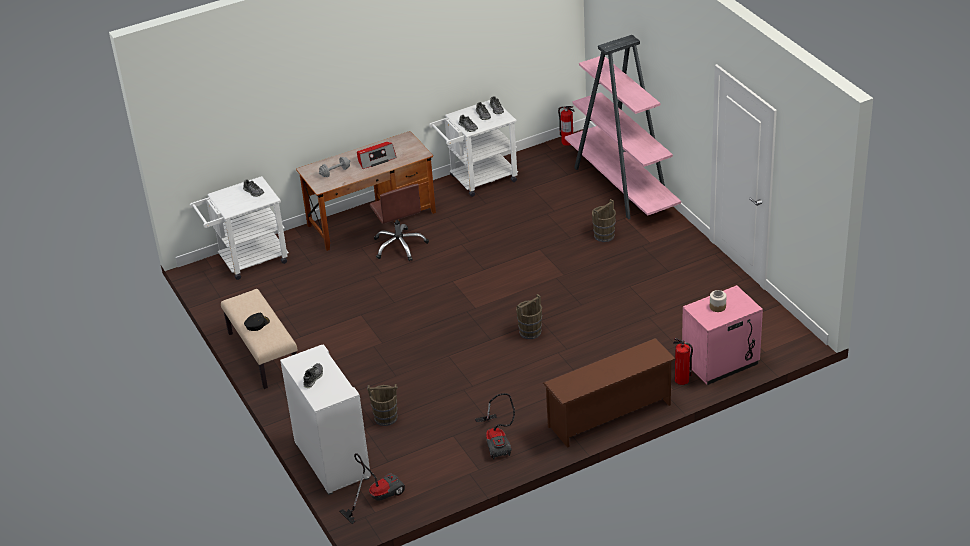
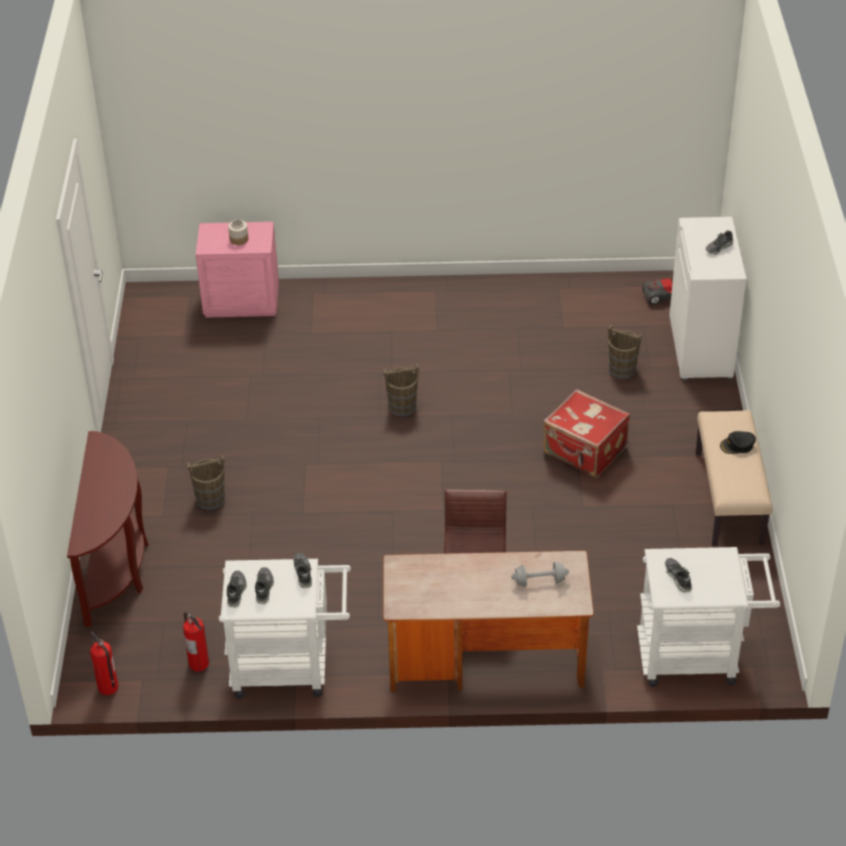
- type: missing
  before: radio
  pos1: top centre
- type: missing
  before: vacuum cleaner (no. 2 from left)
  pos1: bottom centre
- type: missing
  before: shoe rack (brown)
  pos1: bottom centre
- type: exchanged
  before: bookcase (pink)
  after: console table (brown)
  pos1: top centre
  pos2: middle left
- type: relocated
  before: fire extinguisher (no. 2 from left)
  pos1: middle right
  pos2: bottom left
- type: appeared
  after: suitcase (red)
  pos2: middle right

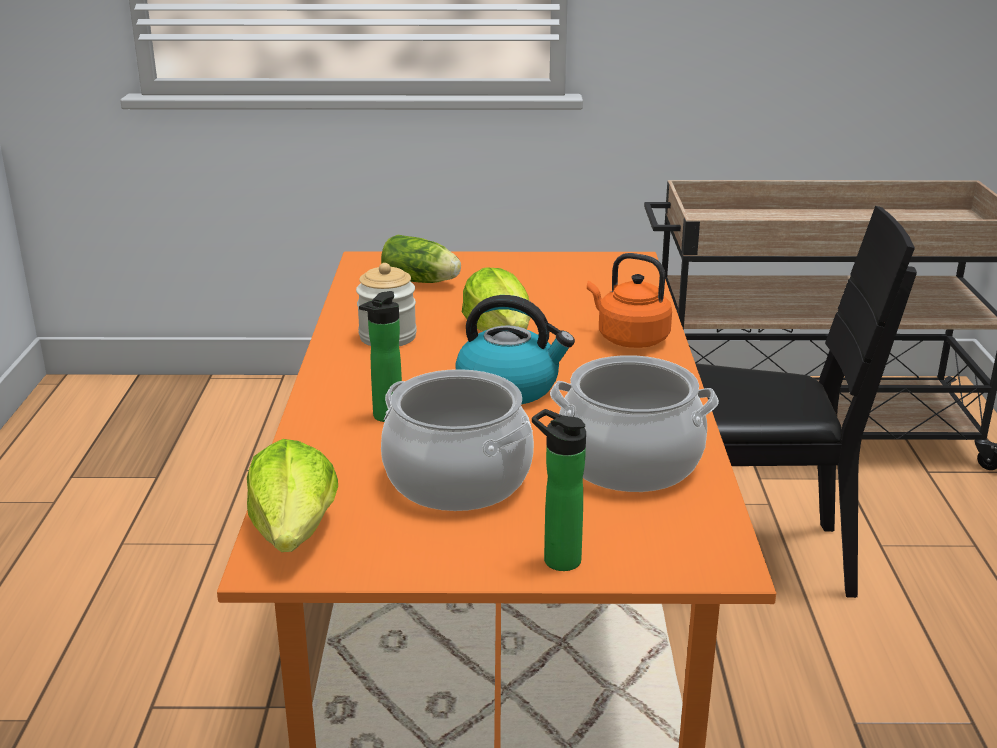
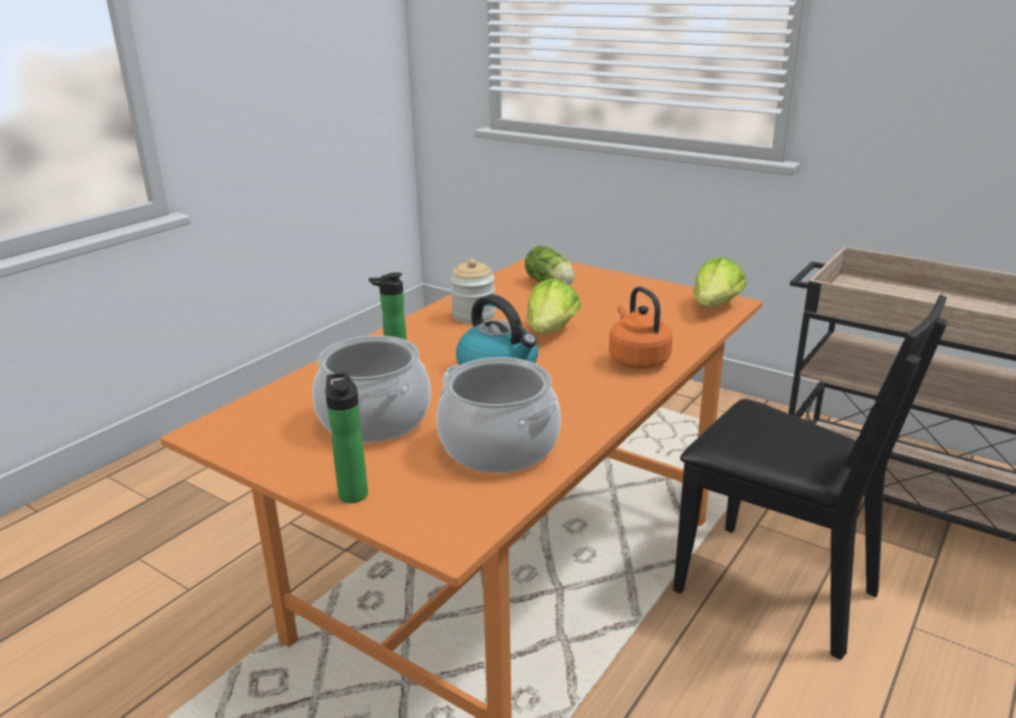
- type: relocated
  before: lettuce (no. 1 from left in the first image)
  after: lettuce (no. 3 from left)
  pos1: middle left
  pos2: middle right

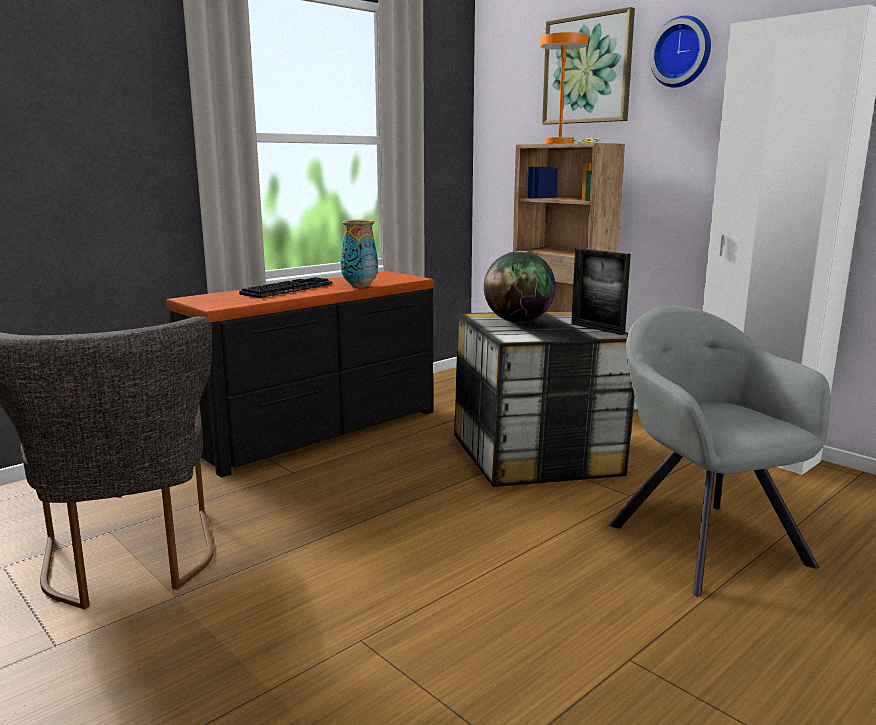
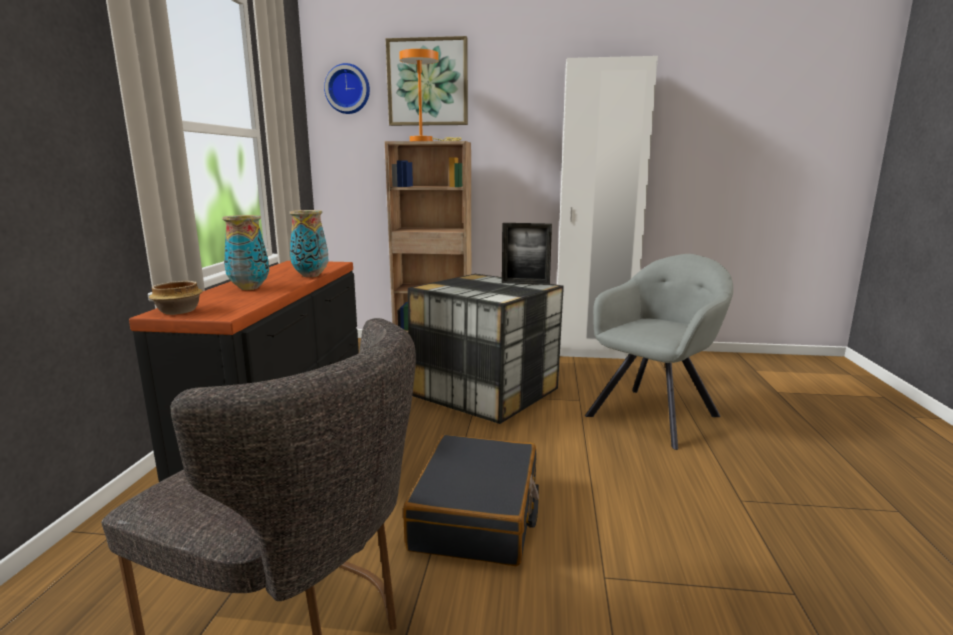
- type: exchanged
  before: keyboard
  after: vase (no. 1 from left)
  pos1: middle left
  pos2: middle left
- type: missing
  before: globe
  pos1: centre
- type: spun
  before: armchair (grey)
  pos1: middle right
  pos2: middle right
  turn: 105
- type: relocated
  before: wall clock
  pos1: top right
  pos2: top centre
- type: appeared
  after: bowl
  pos2: middle left
- type: appeared
  after: suitcase (black)
  pos2: bottom centre

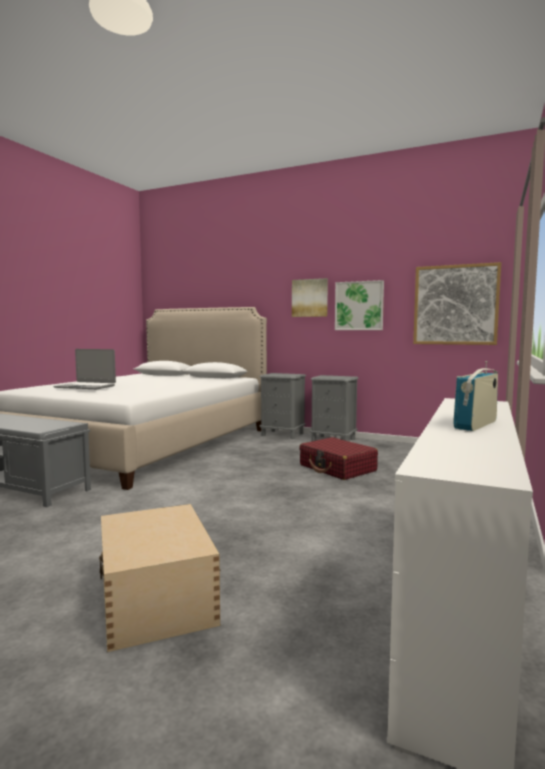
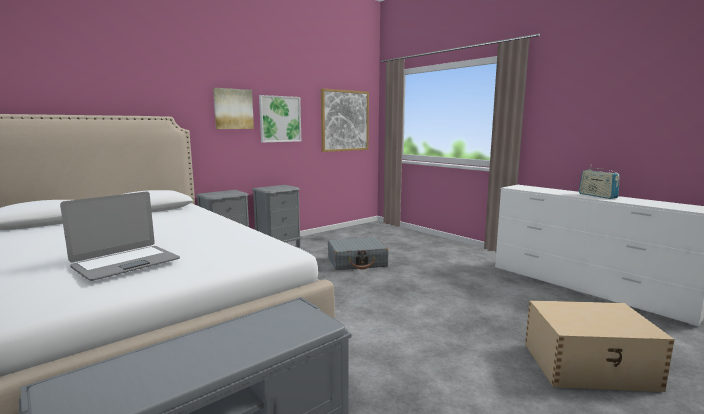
- type: colour
  before: suitcase (red)
  after: suitcase (grey)
  pos1: centre
  pos2: centre

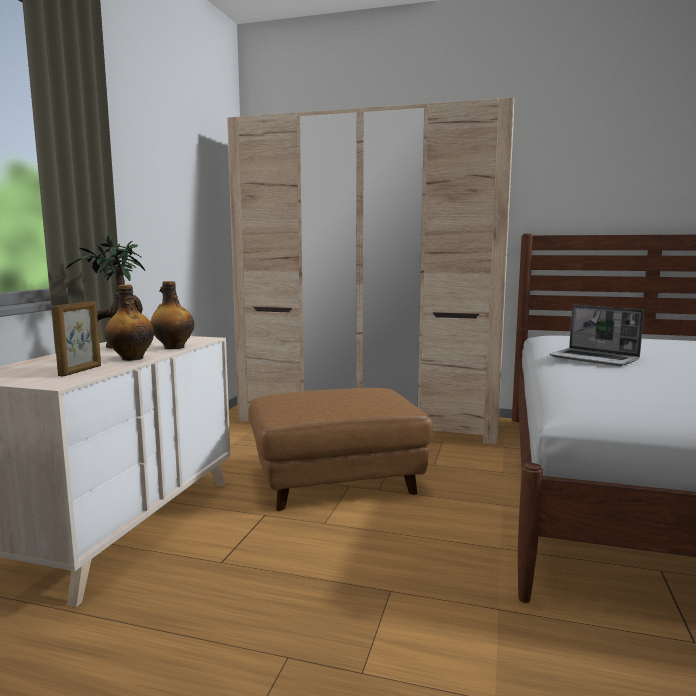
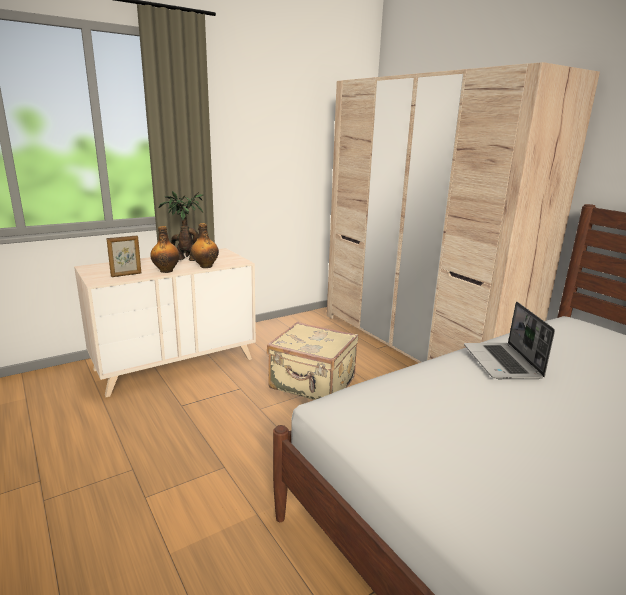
- type: exchanged
  before: ottoman (brown)
  after: suitcase (beige)
  pos1: centre
  pos2: centre

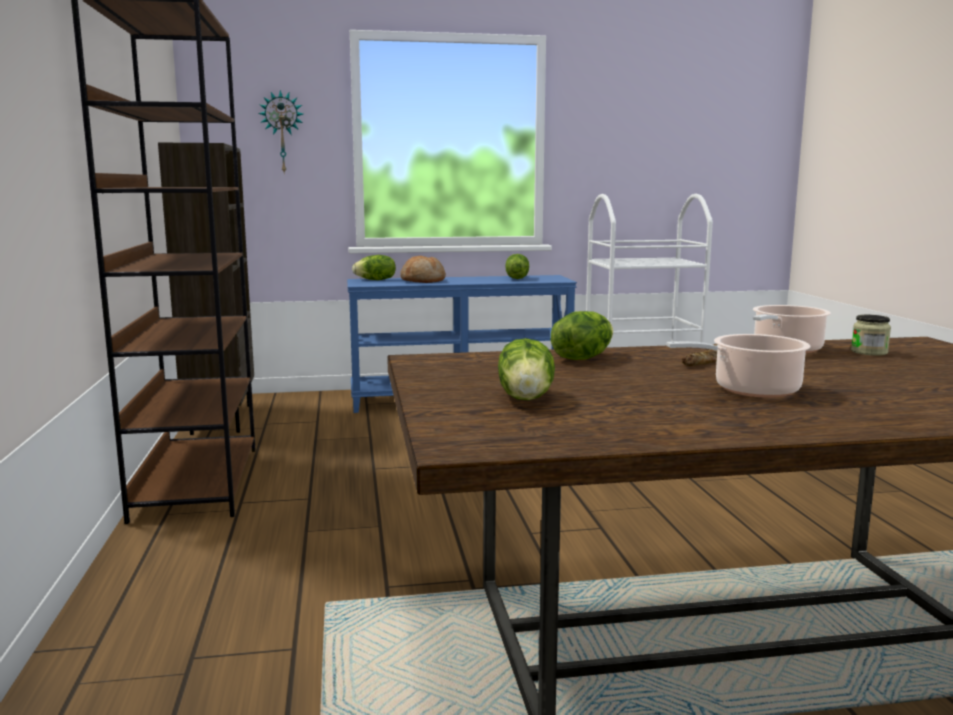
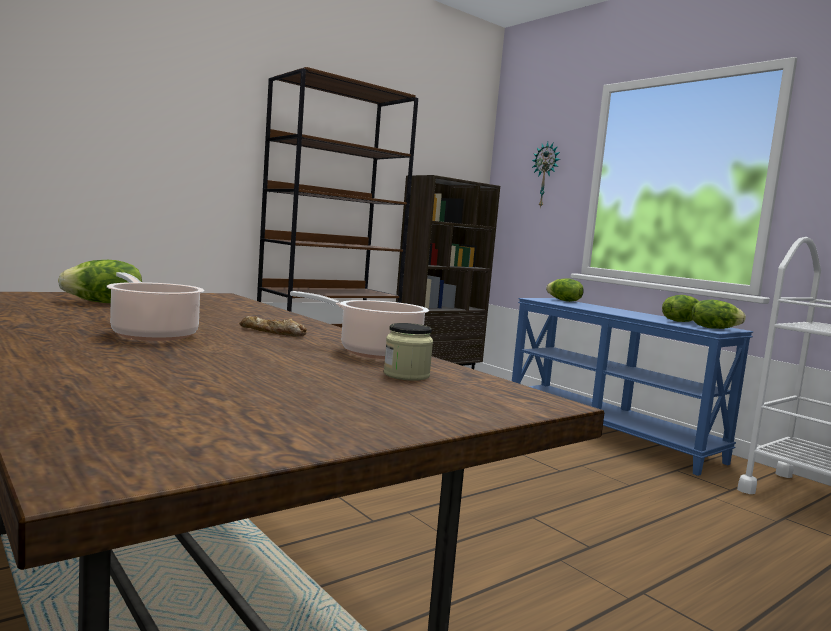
- type: missing
  before: bread (no. 1 from left)
  pos1: centre
- type: relocated
  before: lettuce (no. 4 from left)
  pos1: centre
  pos2: middle right

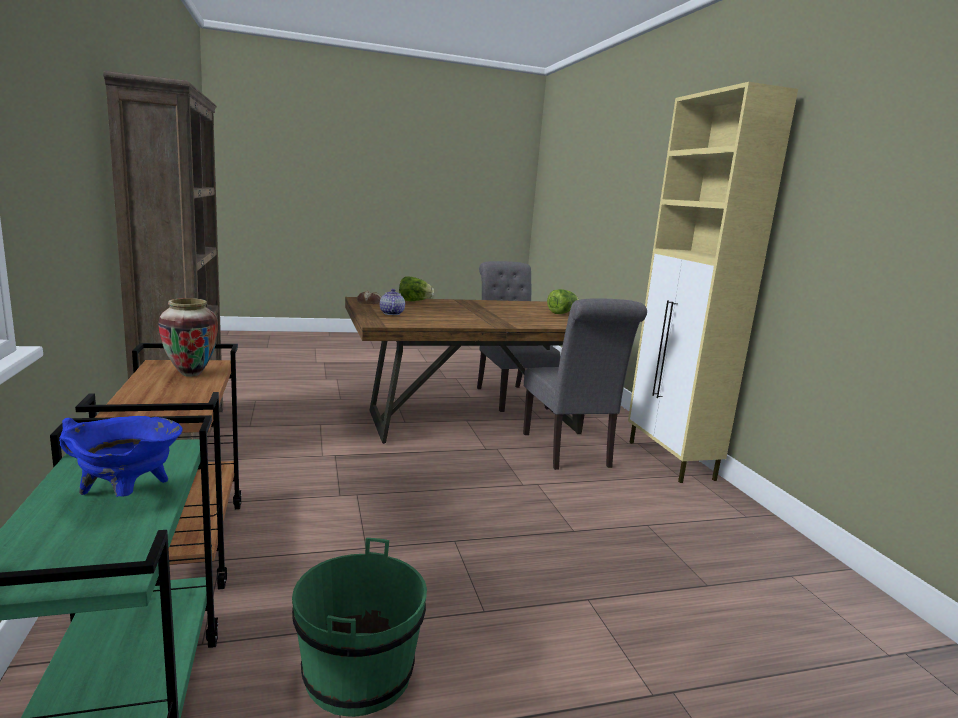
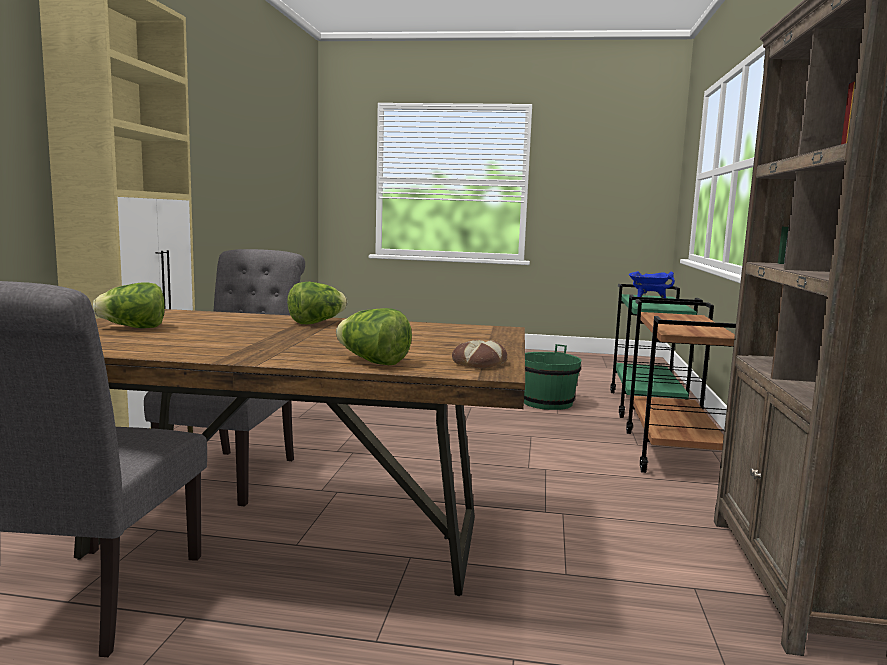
- type: missing
  before: vase
  pos1: middle left
- type: missing
  before: teapot
  pos1: centre
- type: appeared
  after: lettuce (no. 2 from left)
  pos2: centre

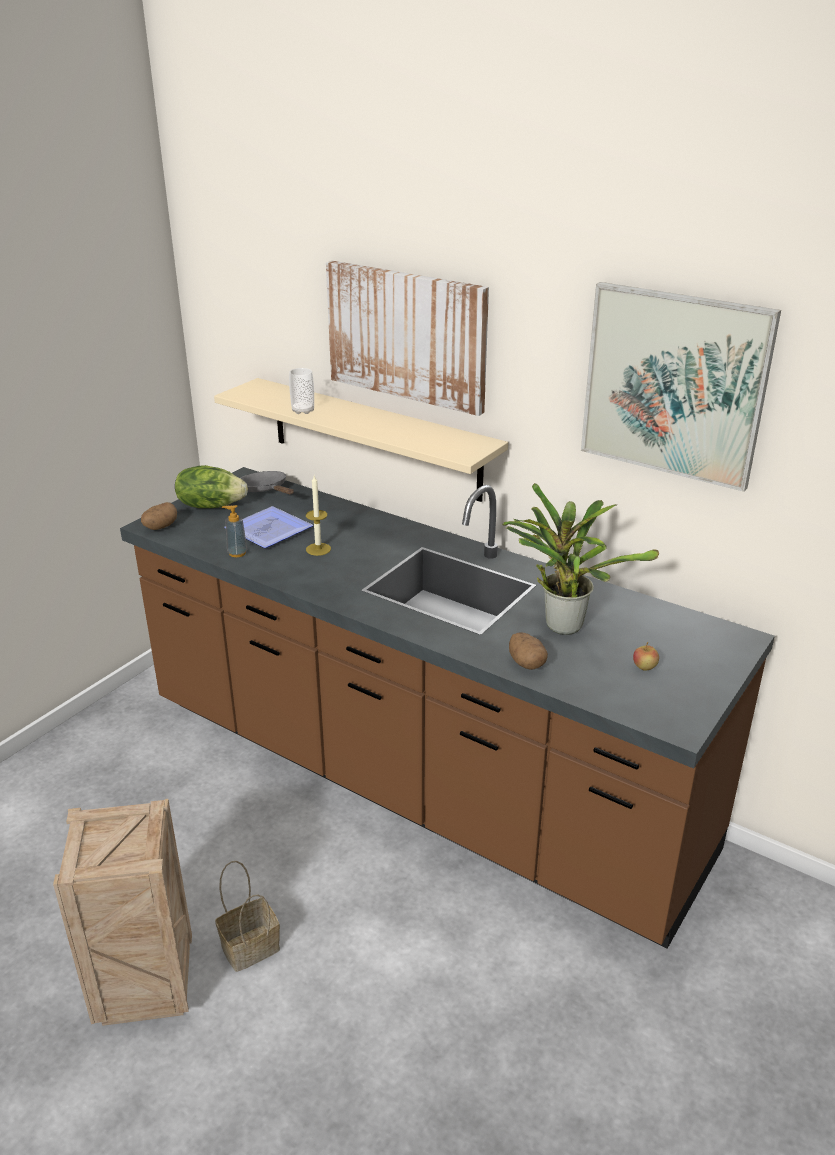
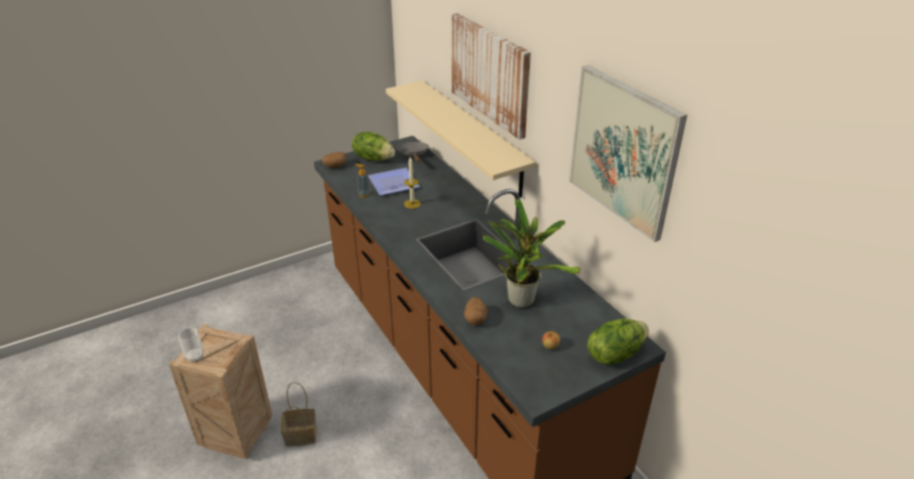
- type: relocated
  before: cup
  pos1: centre
  pos2: bottom left
- type: appeared
  after: lettuce (no. 2 from left)
  pos2: bottom right

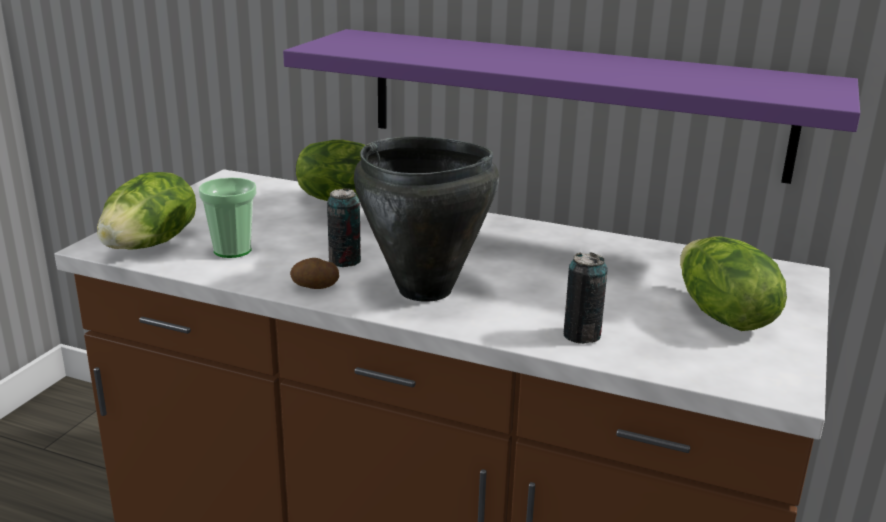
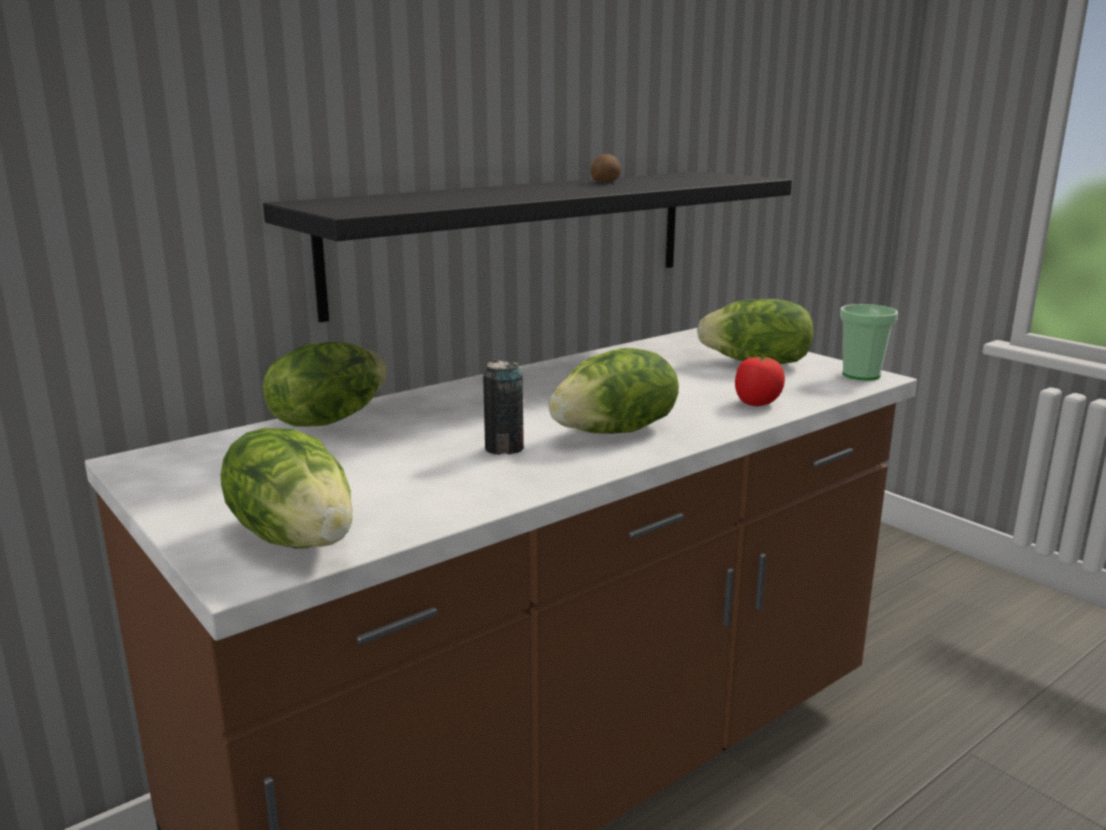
- type: relocated
  before: cup
  pos1: middle left
  pos2: middle right
- type: colour
  before: shelf (purple)
  after: shelf (black)
  pos1: top centre
  pos2: top centre
- type: relocated
  before: potato
  pos1: centre
  pos2: top centre
- type: exchanged
  before: cooking pot (black)
  after: lettuce (no. 3 from left)
  pos1: centre
  pos2: centre
- type: exchanged
  before: can (no. 2 from left)
  after: tomato
  pos1: centre
  pos2: middle right

